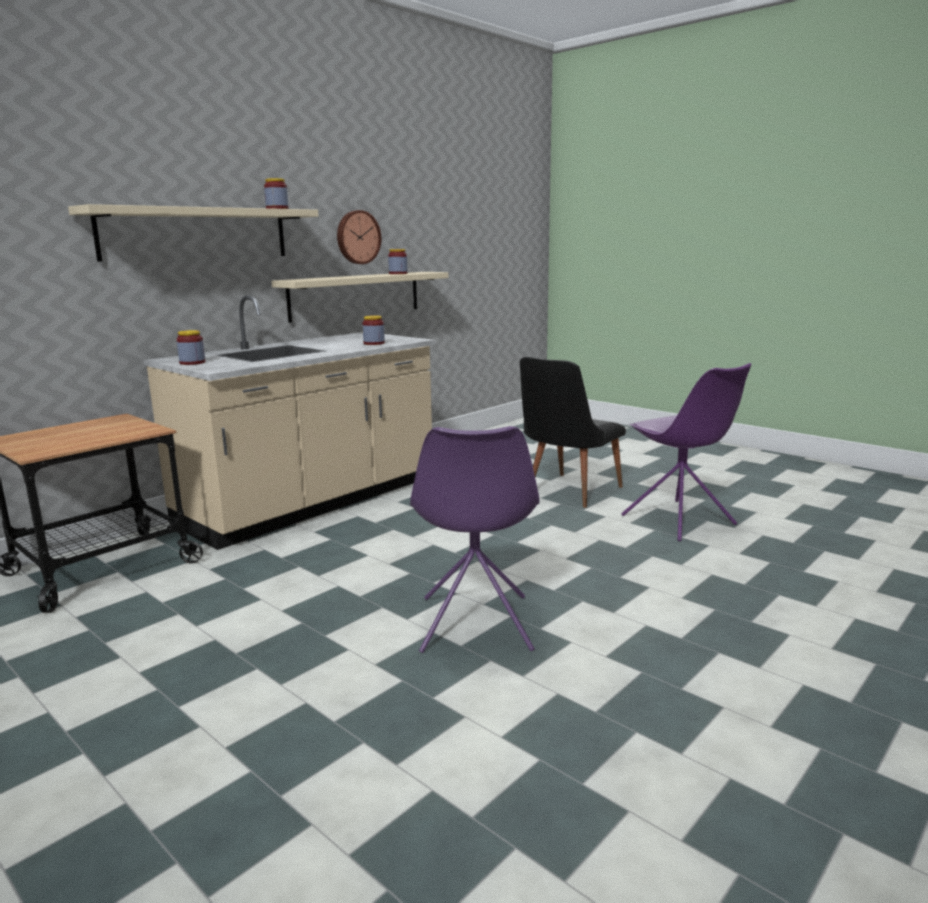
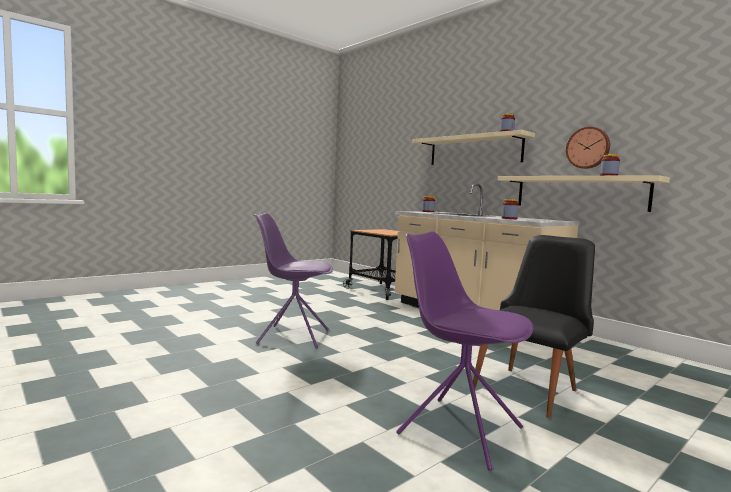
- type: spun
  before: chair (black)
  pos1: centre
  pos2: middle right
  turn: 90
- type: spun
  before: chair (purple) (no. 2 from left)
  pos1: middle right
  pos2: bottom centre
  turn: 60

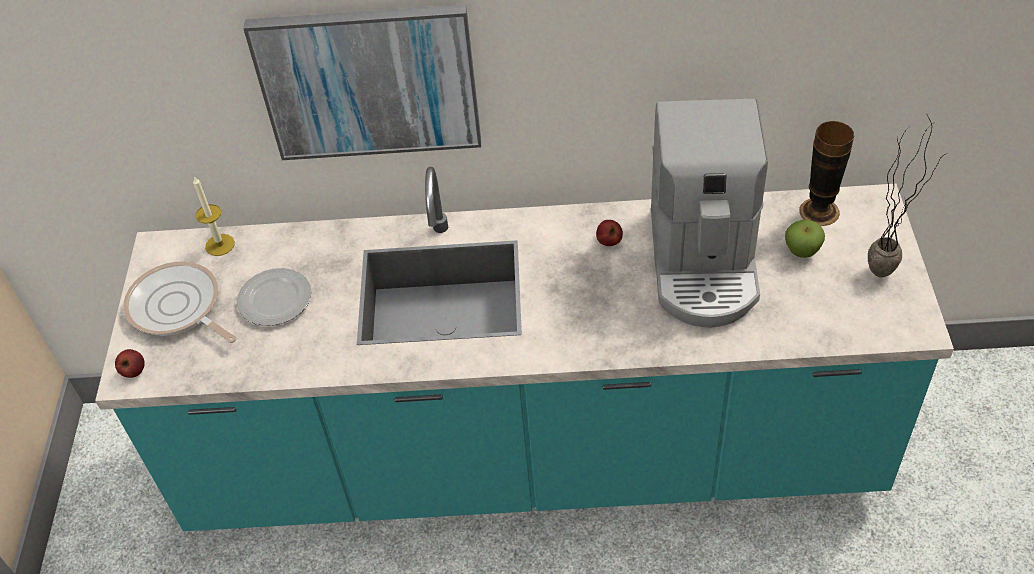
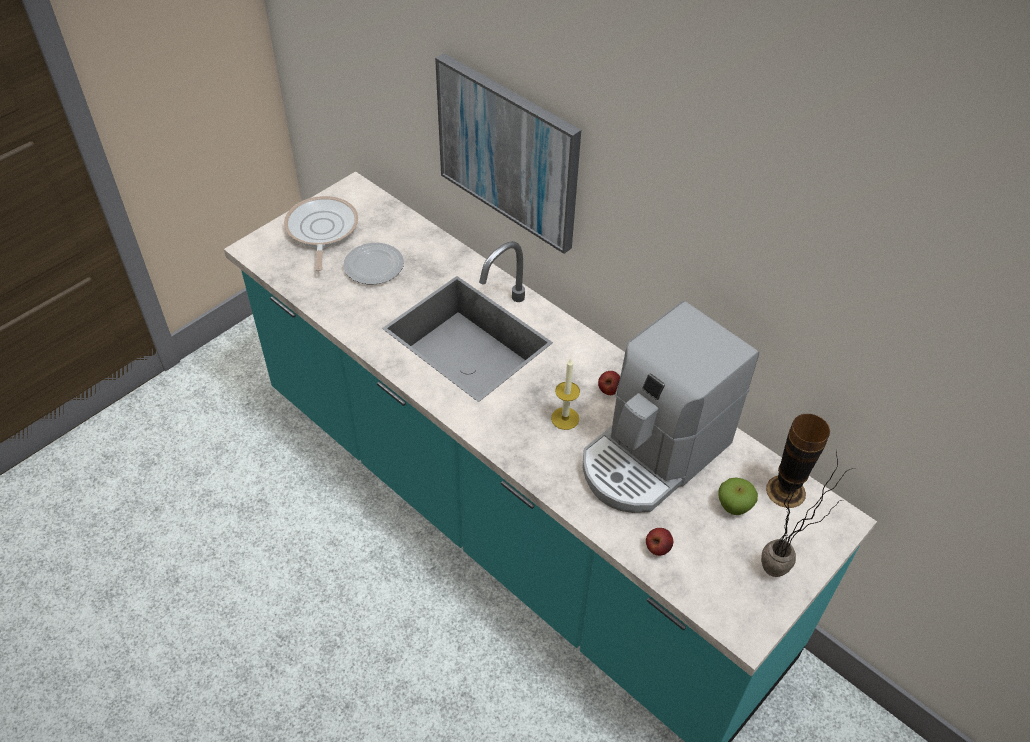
- type: relocated
  before: apple (no. 1 from left in the first image)
  after: apple (no. 2 from left)
  pos1: middle left
  pos2: bottom centre
- type: relocated
  before: candle
  pos1: middle left
  pos2: centre

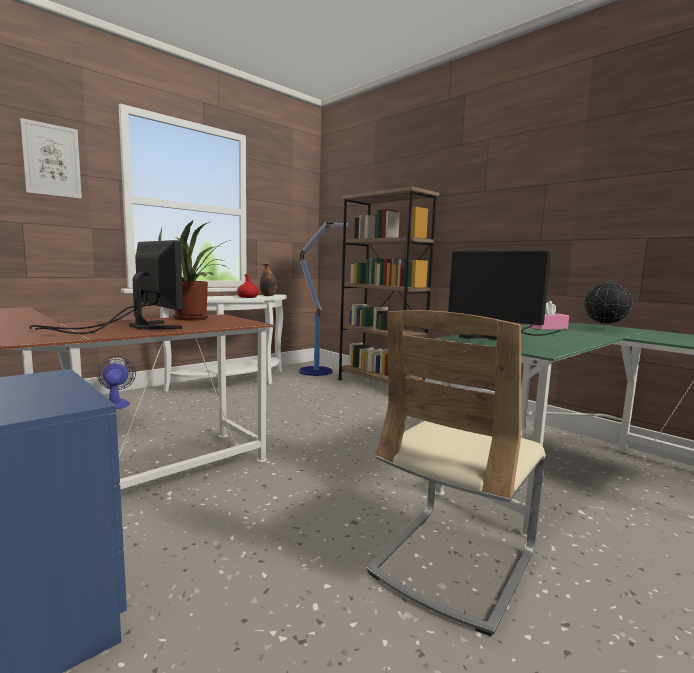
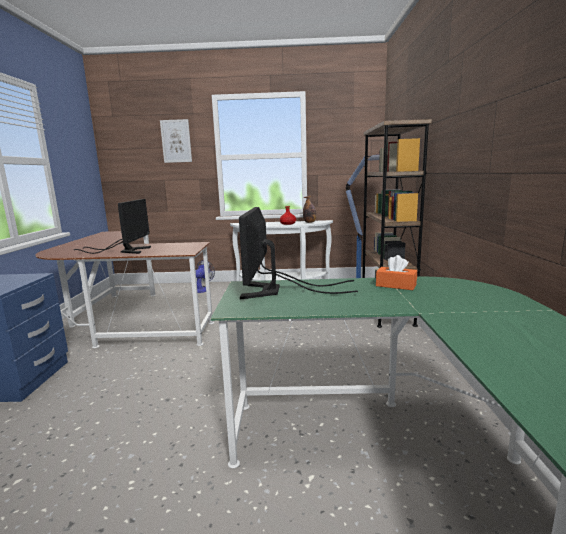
- type: missing
  before: potted plant
  pos1: middle left
- type: missing
  before: chair (beige)
  pos1: bottom centre
- type: colour
  before: tissue box (pink)
  after: tissue box (orange)
  pos1: middle right
  pos2: middle right
- type: missing
  before: globe
  pos1: middle right

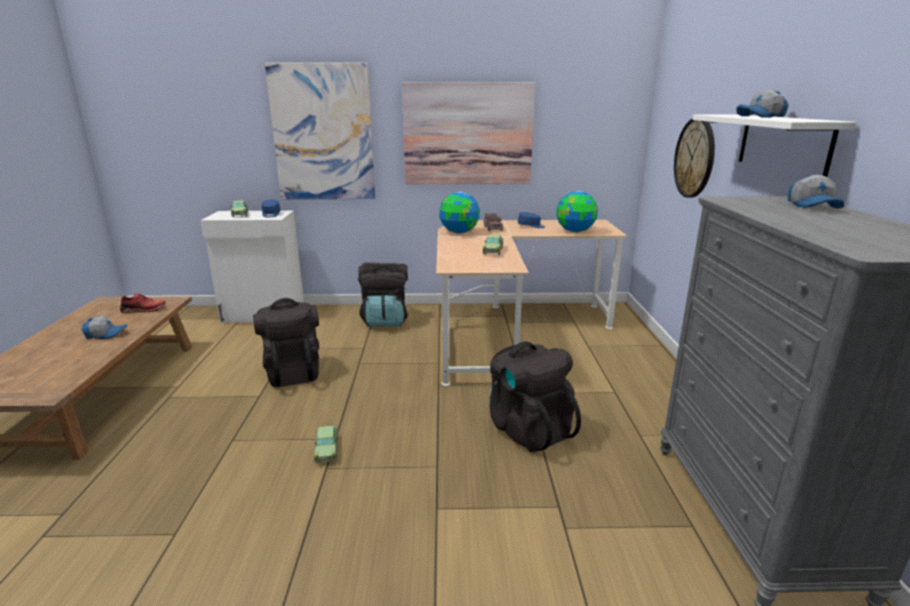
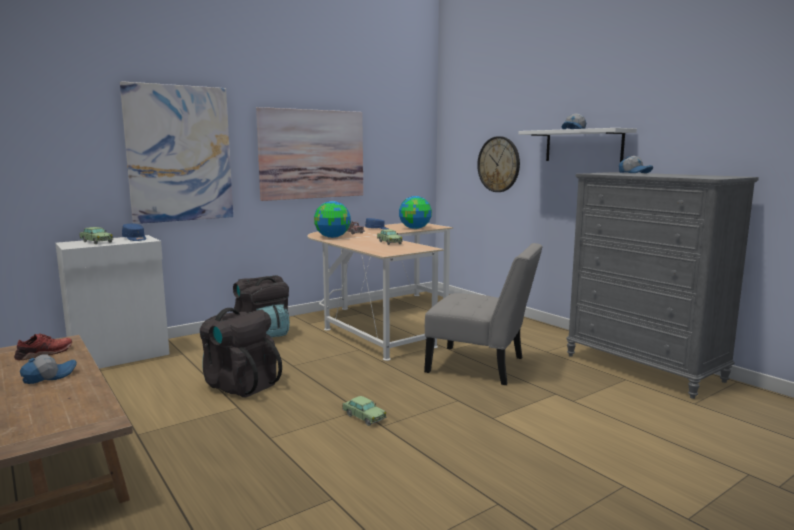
- type: exchanged
  before: backpack (black) (no. 3 from left)
  after: chair (grey)
  pos1: centre
  pos2: centre

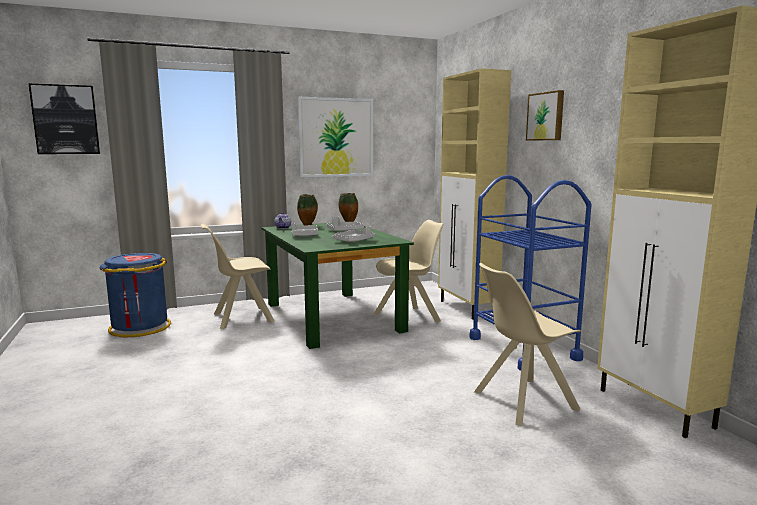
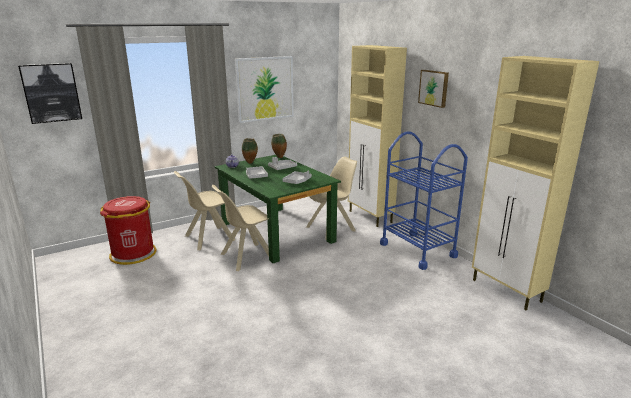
- type: colour
  before: trash can (blue)
  after: trash can (red)
  pos1: middle left
  pos2: middle left
- type: relocated
  before: chair (beige) (no. 3 from left in the first image)
  after: chair (beige) (no. 2 from left)
  pos1: bottom right
  pos2: centre

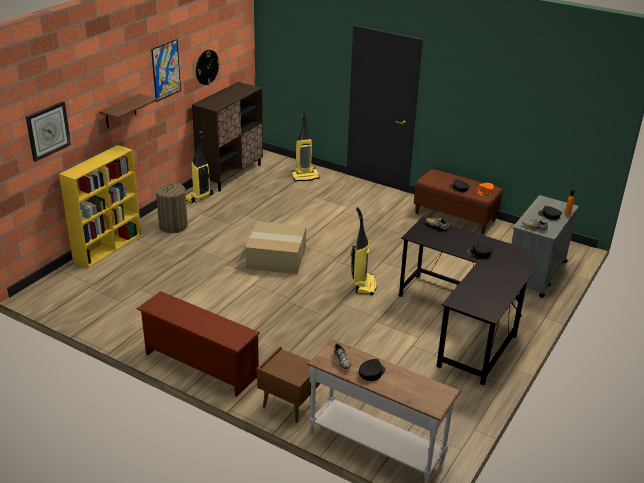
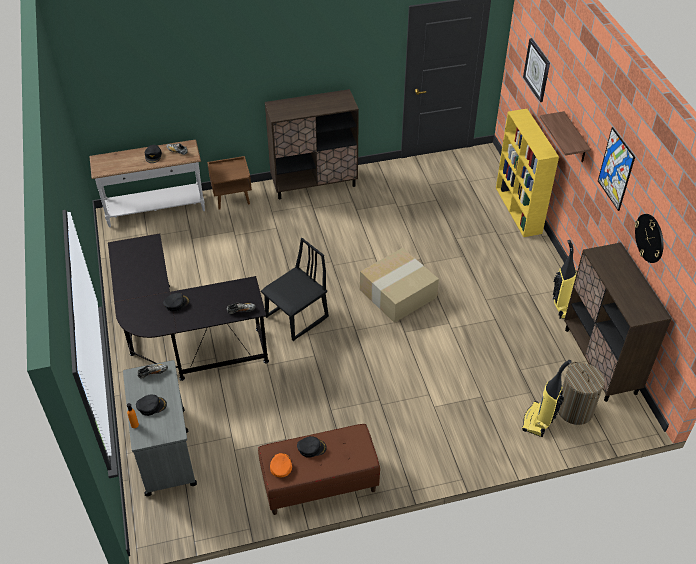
- type: exchanged
  before: shoe rack (brown)
  after: cabinet (brown) (no. 1 from left)
  pos1: bottom left
  pos2: top centre
- type: relocated
  before: laundry basket
  pos1: middle left
  pos2: bottom right
- type: exchanged
  before: vacuum cleaner (no. 3 from left)
  after: chair (black)
  pos1: centre
  pos2: centre

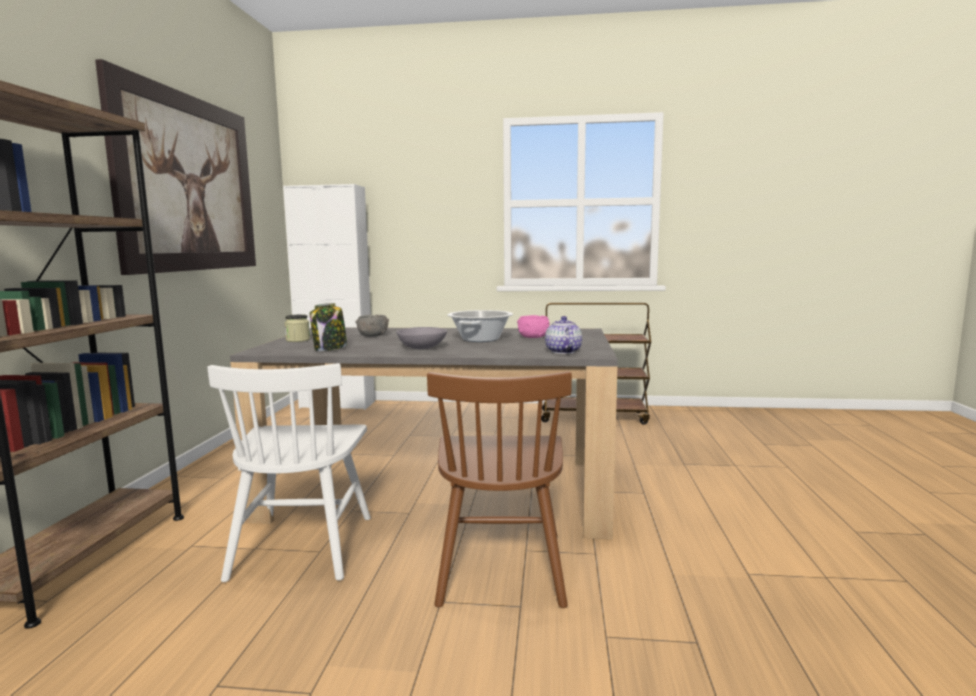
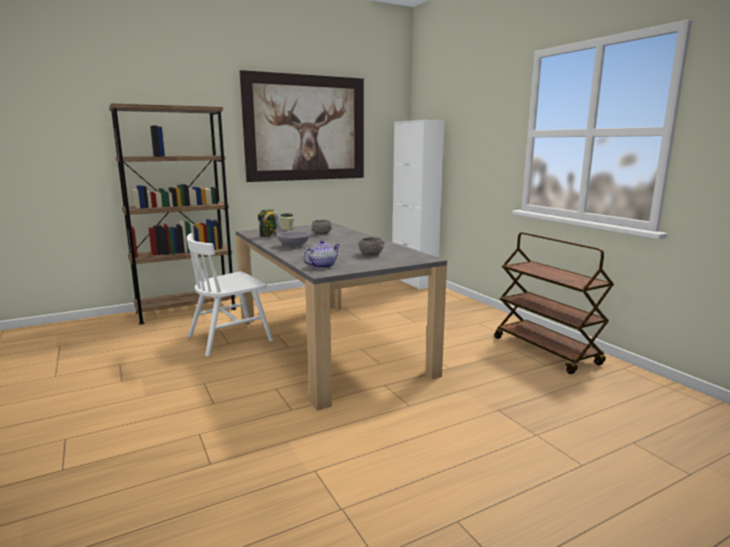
- type: missing
  before: chair (brown)
  pos1: bottom centre
- type: missing
  before: cooking pot
  pos1: centre
- type: colour
  before: bowl (pink)
  after: bowl (grey) (no. 3 from left)
  pos1: centre
  pos2: centre

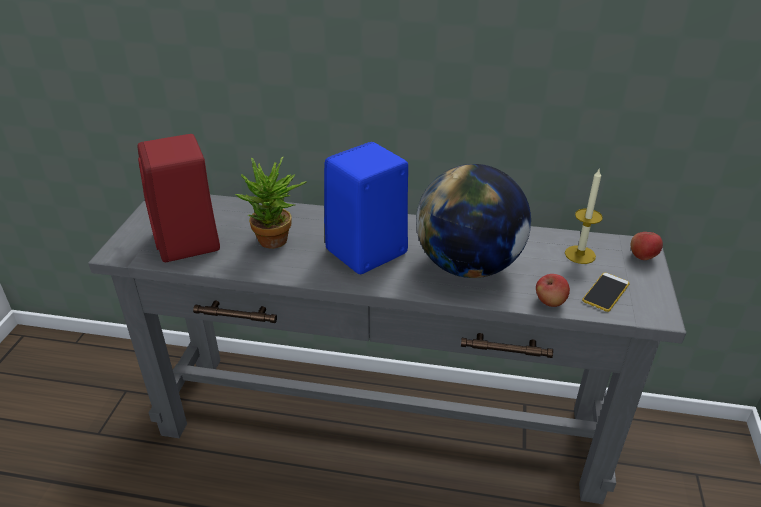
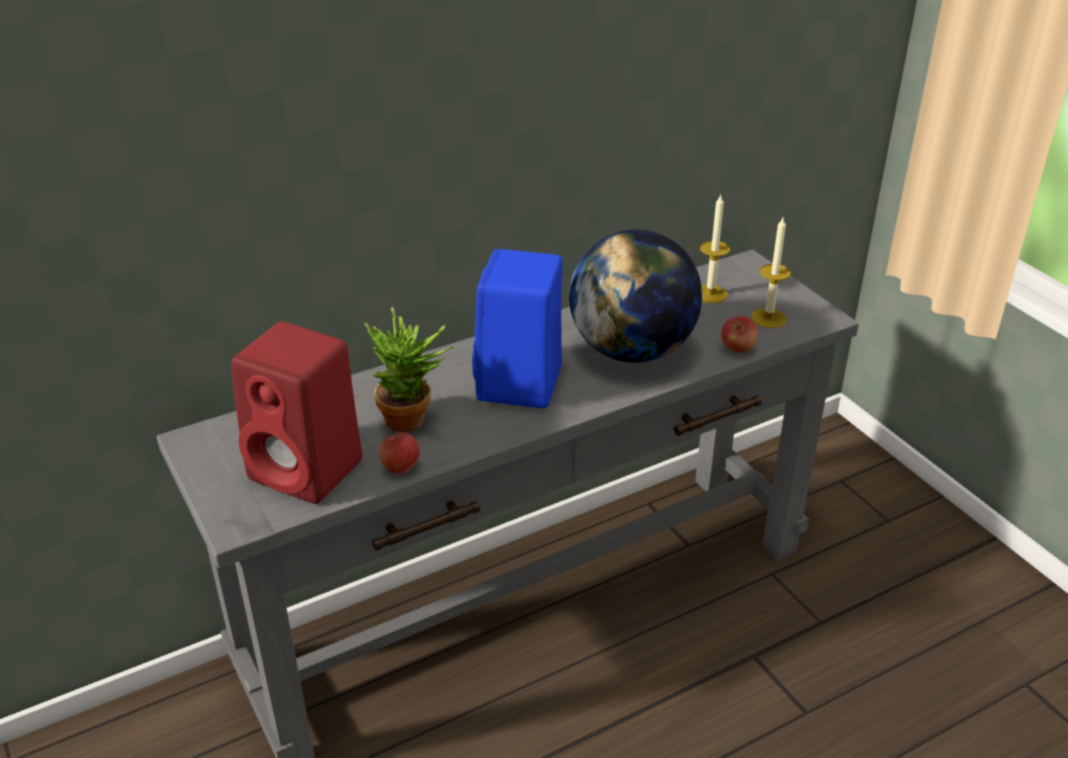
- type: exchanged
  before: phone
  after: candle (no. 2 from left)
  pos1: middle right
  pos2: middle right
- type: relocated
  before: apple (no. 2 from left in the first image)
  after: apple (no. 1 from left)
  pos1: middle right
  pos2: centre

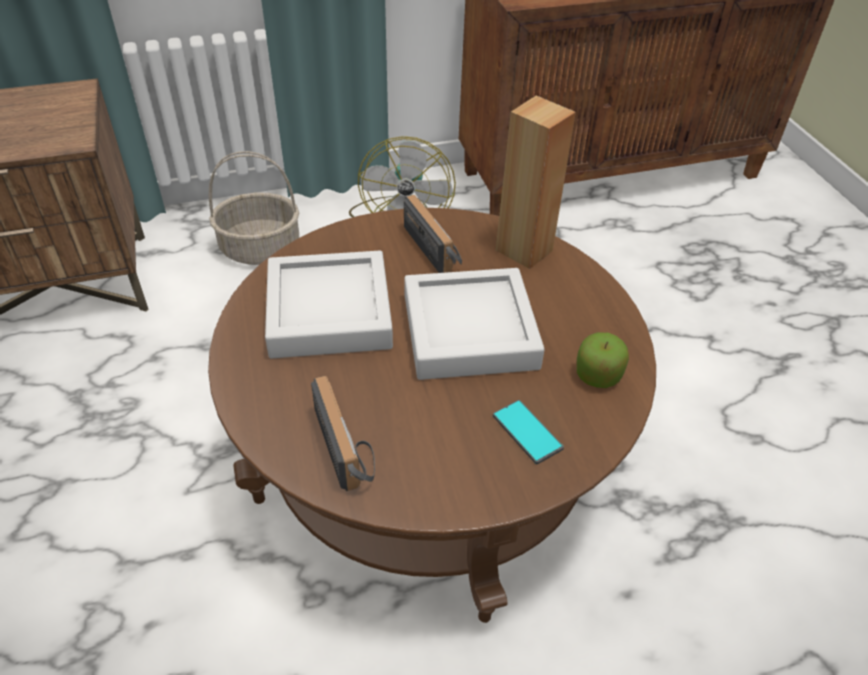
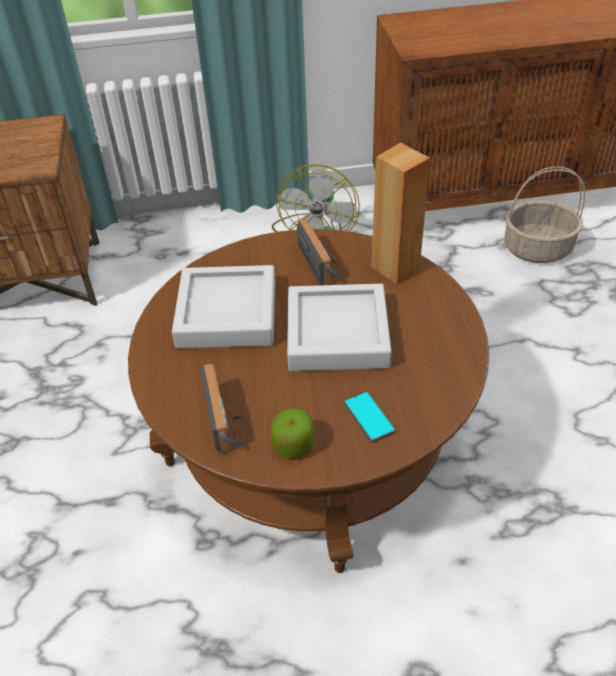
- type: relocated
  before: basket
  pos1: top left
  pos2: top right
- type: relocated
  before: apple
  pos1: middle right
  pos2: centre

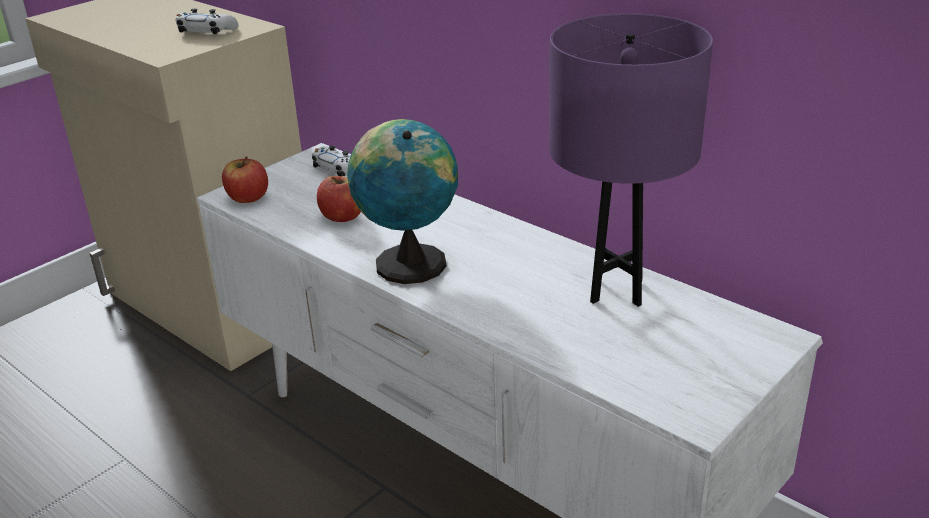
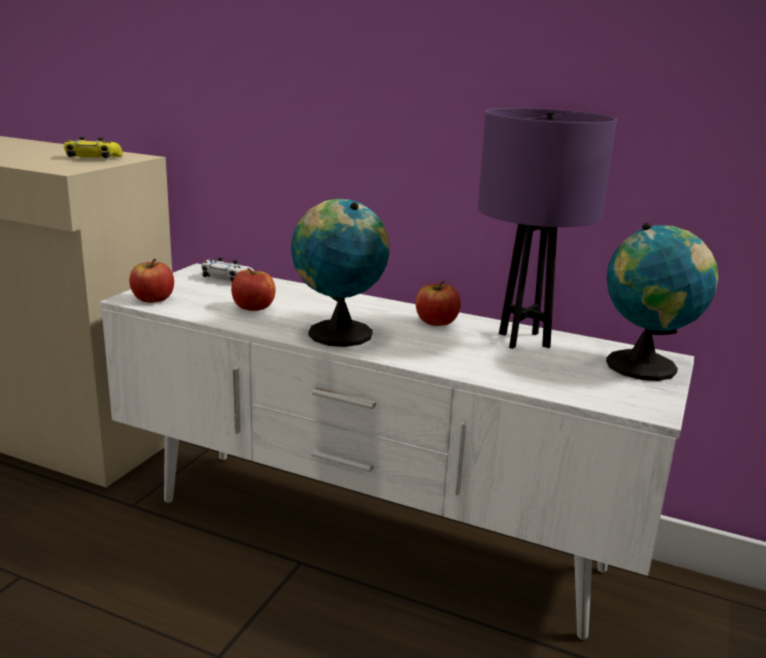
- type: colour
  before: game controller (white) (no. 1 from left)
  after: game controller (yellow)
  pos1: top left
  pos2: top left
- type: appeared
  after: apple (no. 3 from left)
  pos2: centre
- type: appeared
  after: globe (no. 2 from left)
  pos2: middle right

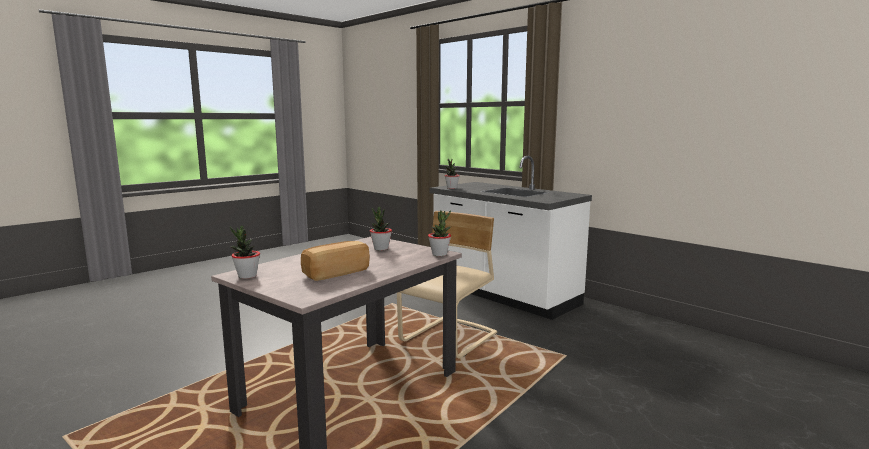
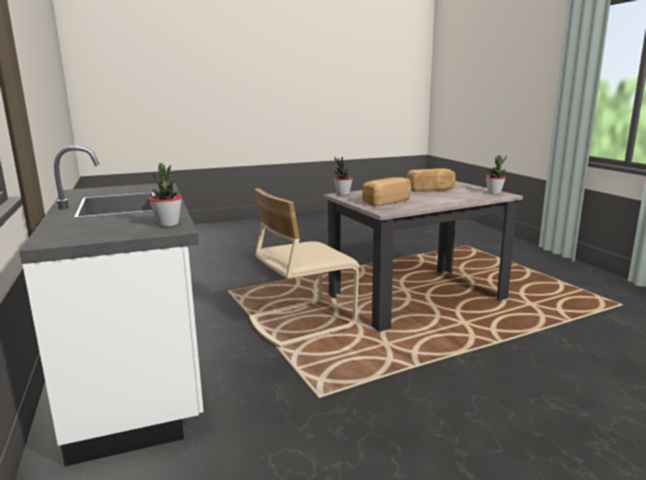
- type: exchanged
  before: potted plant (no. 2 from left)
  after: bread (no. 1 from left)
  pos1: centre
  pos2: centre

